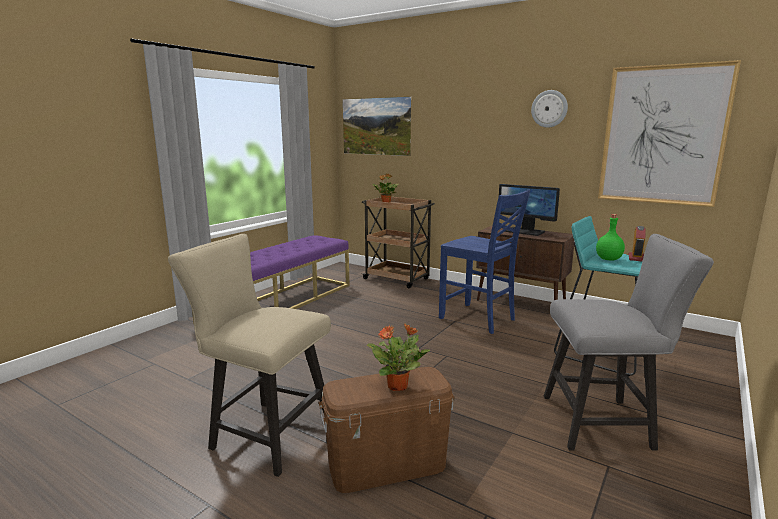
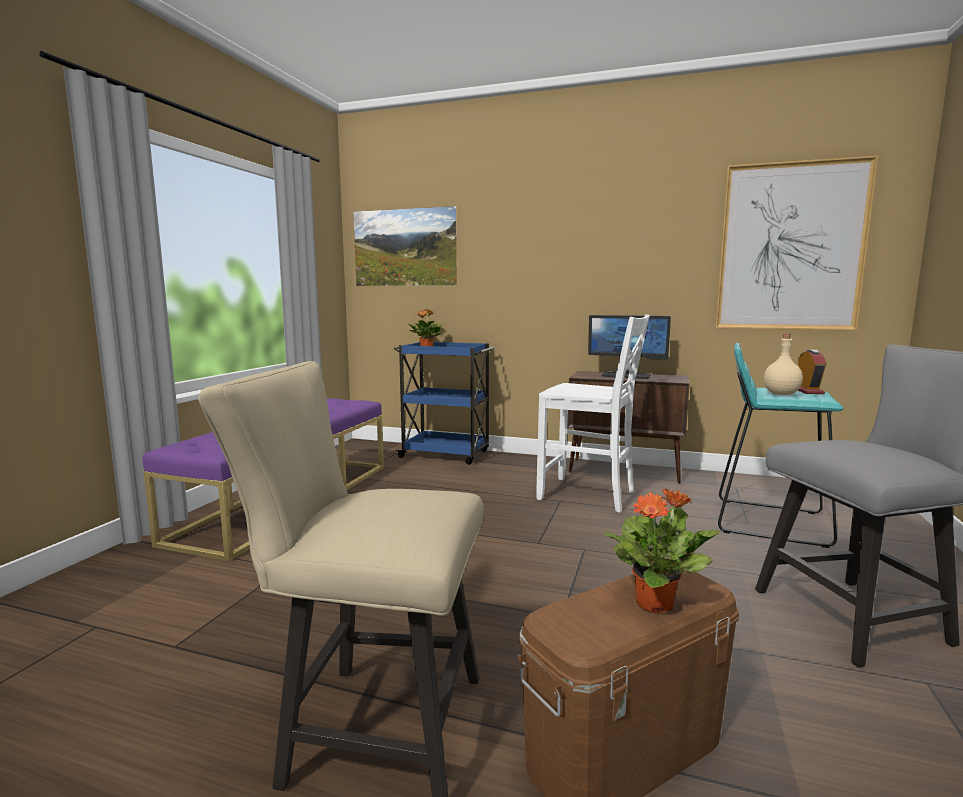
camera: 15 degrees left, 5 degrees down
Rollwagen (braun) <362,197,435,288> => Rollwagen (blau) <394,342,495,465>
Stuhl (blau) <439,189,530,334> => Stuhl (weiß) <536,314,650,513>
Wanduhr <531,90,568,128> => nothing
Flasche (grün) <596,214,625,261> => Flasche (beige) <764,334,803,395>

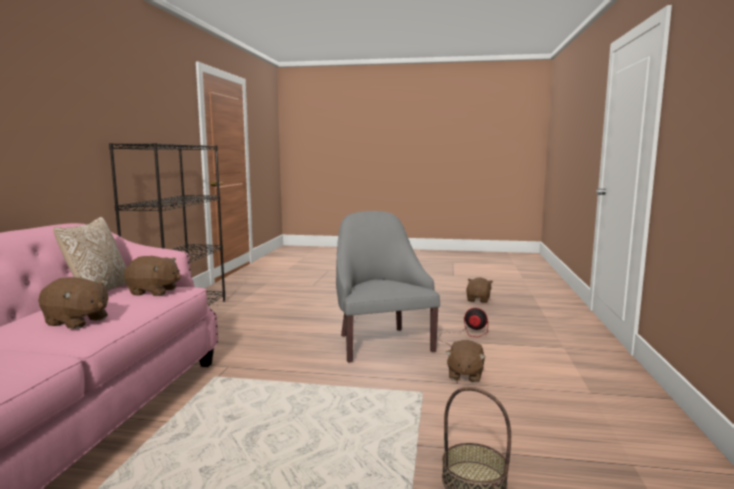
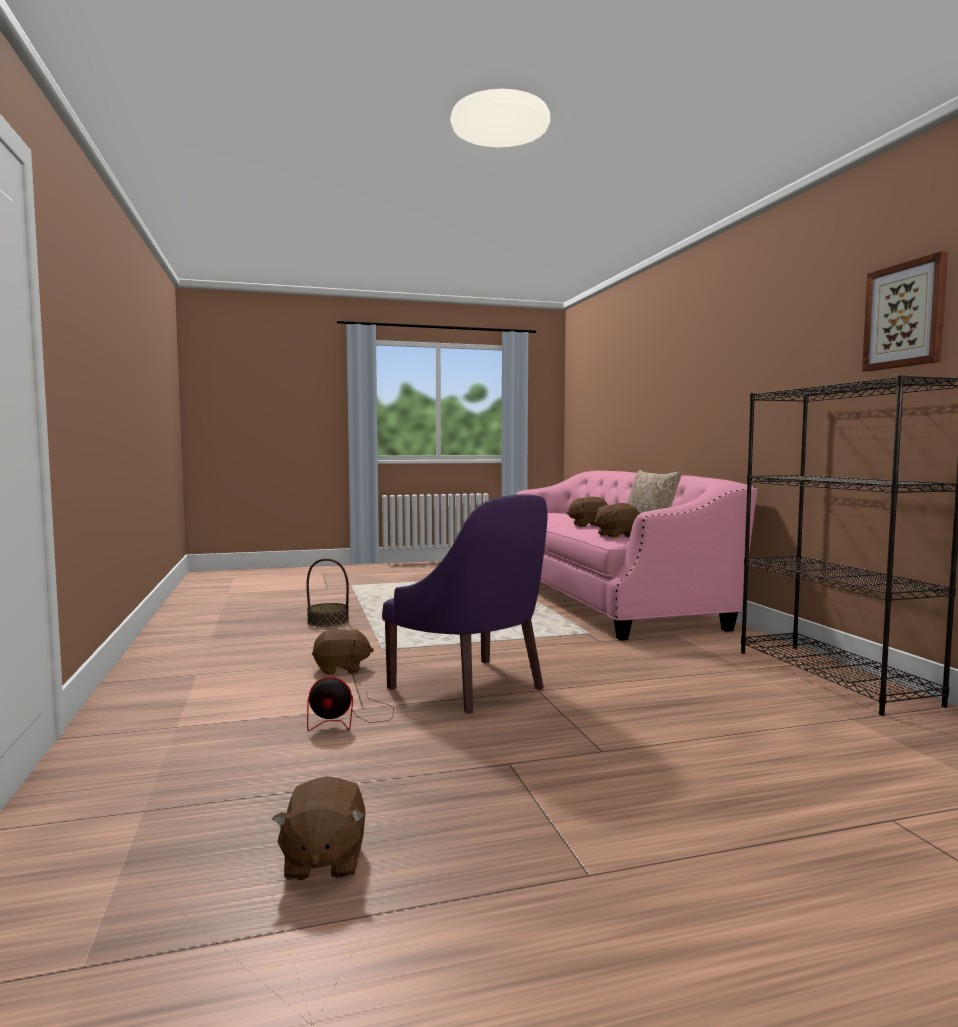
camera: 155 degrees right, 5 degrees down
Sessel (grau) <336,211,440,363> => Sessel (lila) <382,494,548,714>
Plüschtier (braun) <445,340,486,383> => Plüschtier (braun) <312,629,374,675>, 90 degrees clockwise
nothing => Bild <862,252,948,371>

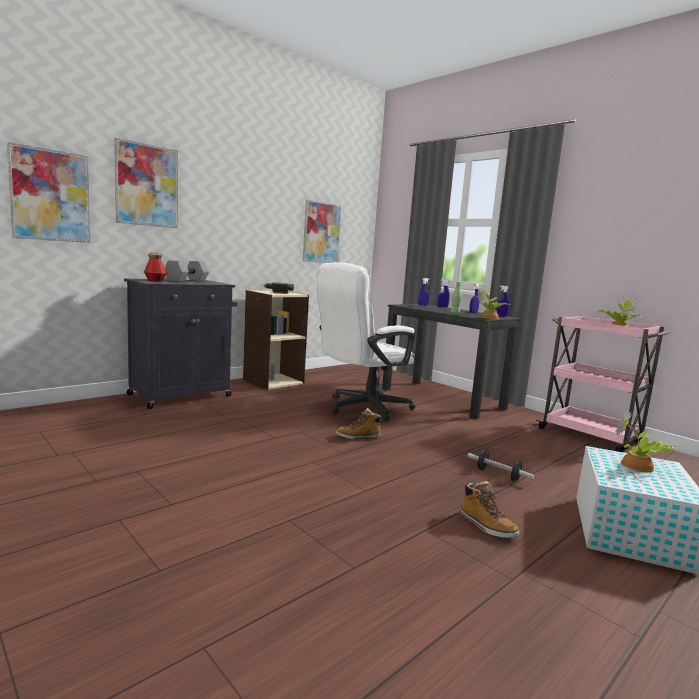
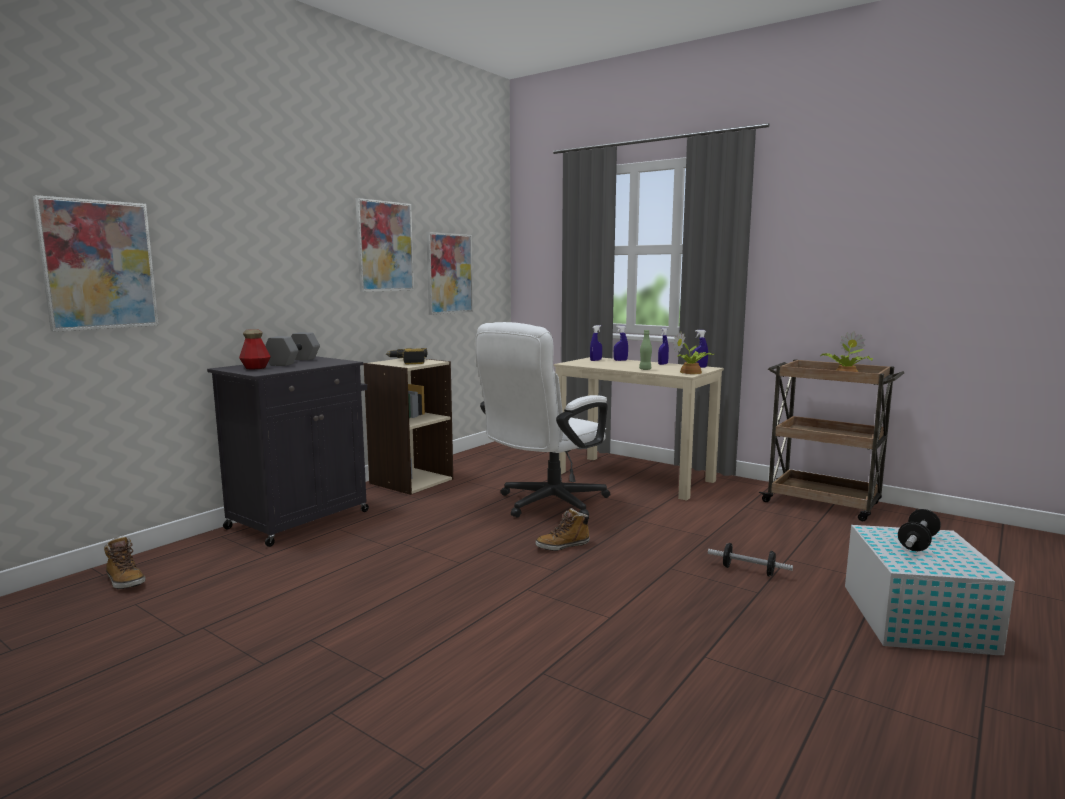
camera: 10 degrees left, 0 degrees up
Bild <114,137,178,228> => Bild <356,198,414,292>, relocated
Schreibtisch (schwarz) <382,304,521,420> => Schreibtisch (beige) <554,357,724,501>
Stiefel <460,481,520,538> => Stiefel <104,537,145,589>, relocated
Rollwagen (rosa) <536,316,672,452> => Rollwagen (braun) <759,359,904,521>
Topfpflanze <615,409,676,472> => Hantel <898,509,941,551>

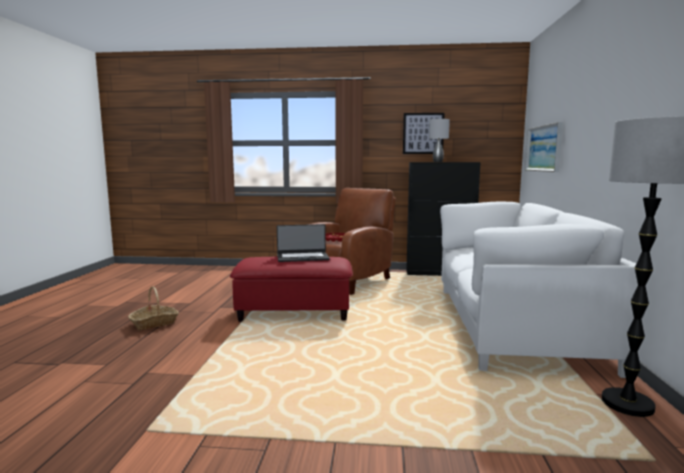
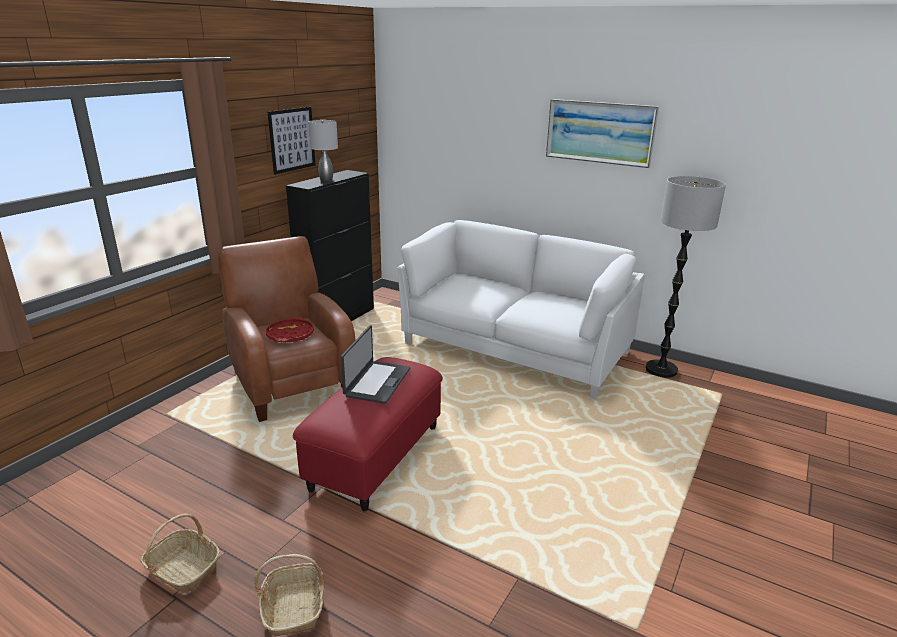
camera: 65 degrees left, 15 degrees up
Bild <525,122,563,172> => Bild <546,99,659,168>, relocated
nothing => Korb <140,514,221,593>

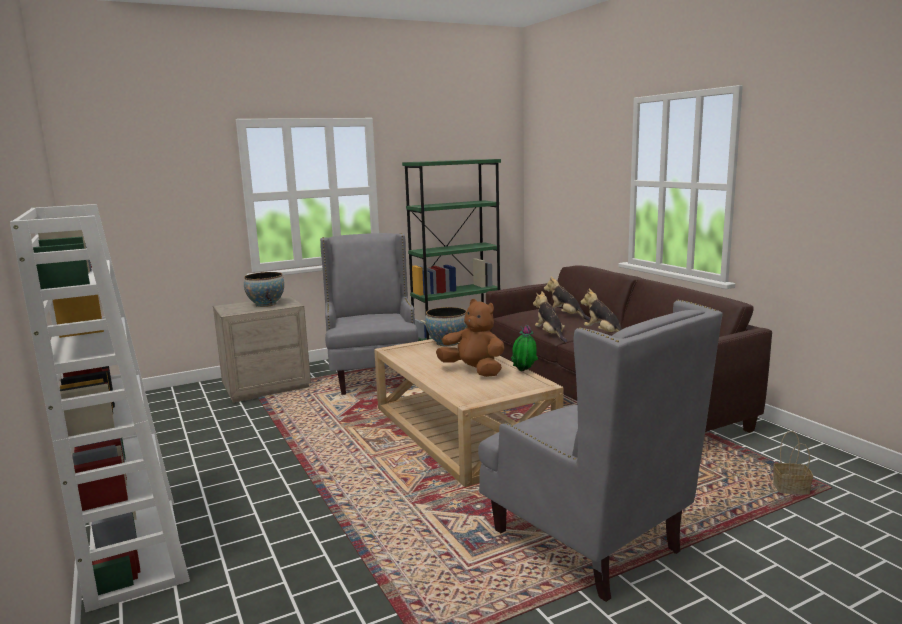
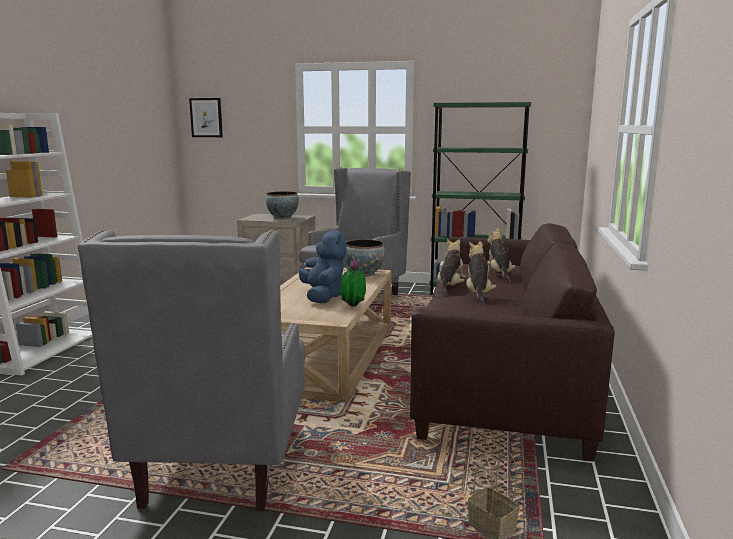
camera: 40 degrees right, 0 degrees up
Plüschtier (braun) <436,299,504,377> => Plüschtier (blau) <299,228,347,303>
nothing => Bild <189,98,223,137>

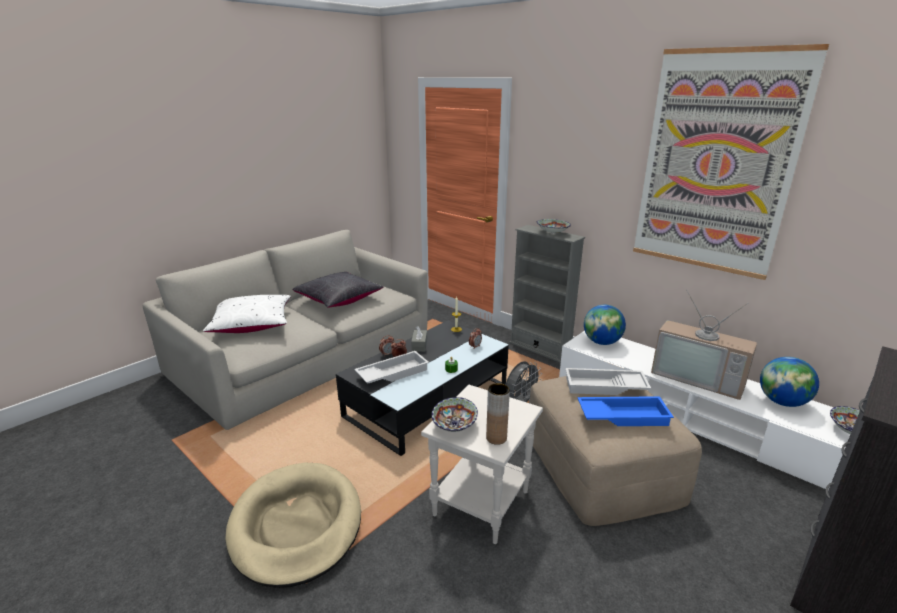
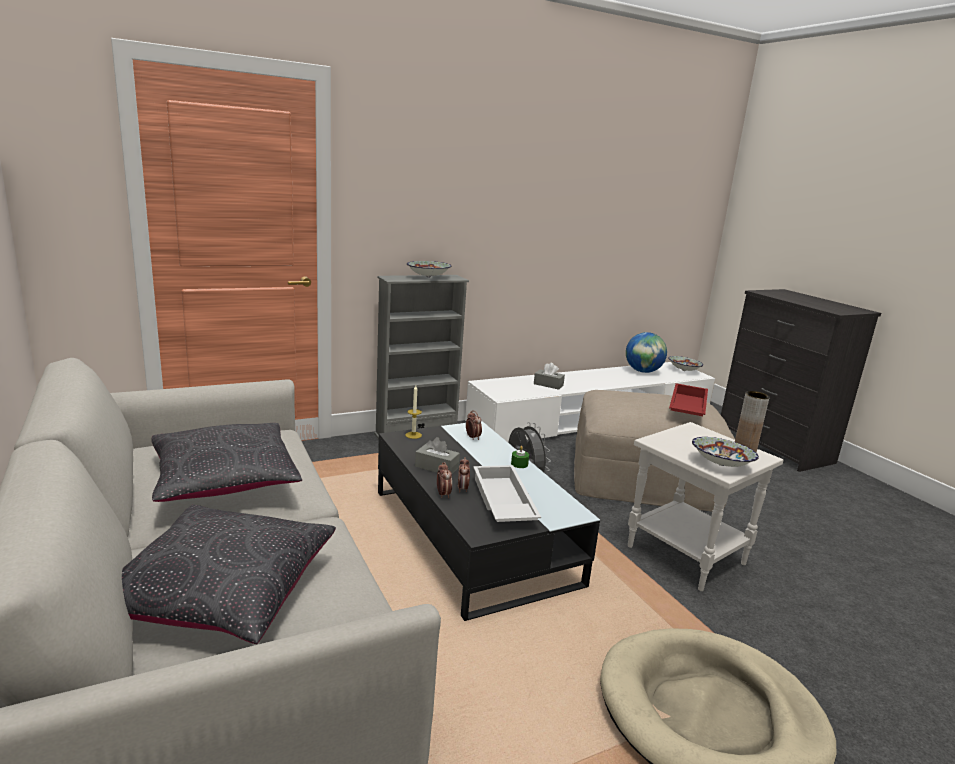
camera: 70 degrees left, 5 degrees down
Kissen (weiß) <203,295,291,333> => Kissen (schwarz) <122,505,336,644>
Tablett (weiß) <565,368,651,395> => nothing
Tablett (blau) <577,396,674,426> => Tablett (rot) <669,383,708,416>
Globus <584,305,626,345> => nothing
Bild <633,44,829,280> => nothing
Fernseher <651,290,757,400> => nothing
nothing => Taschentuchbox (grau) <534,363,565,390>

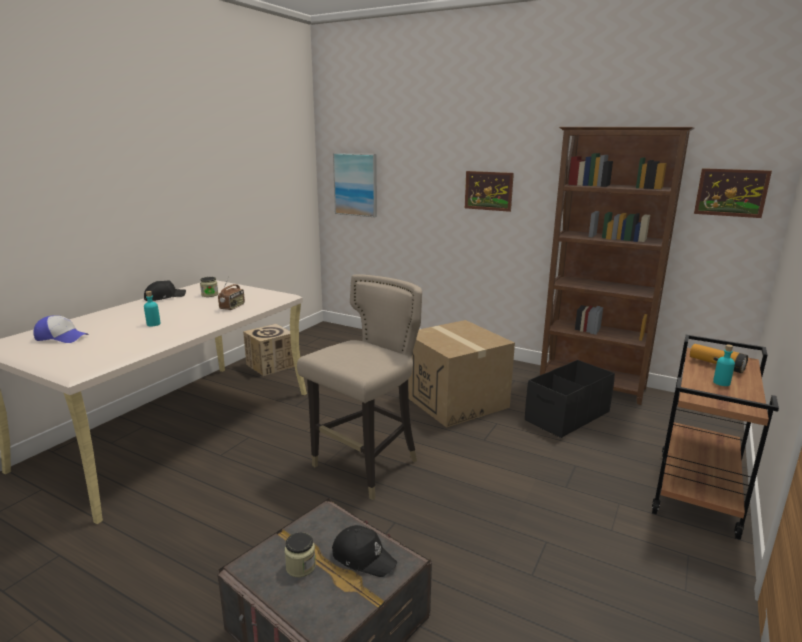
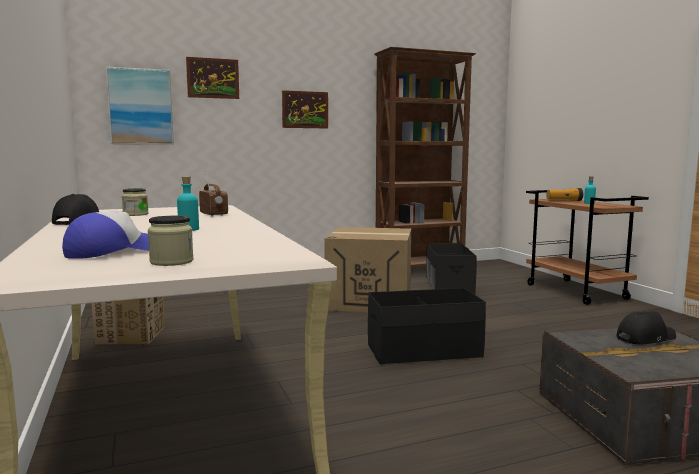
camera: 50 degrees left, 10 degrees down
Vorratsglas <284,532,316,577> => Vorratsglas <148,216,194,266>, relocated
Hocker (beige) <297,274,422,500> => Aufbewahrungsbox (schwarz) <368,288,486,364>
Bild <694,168,772,218> => Bild <186,57,239,99>, relocated

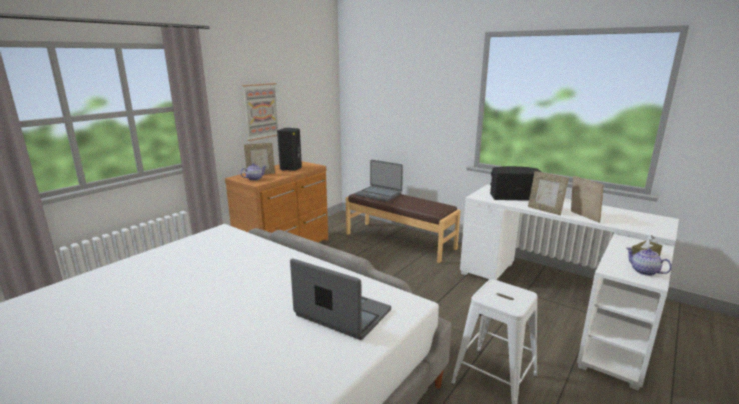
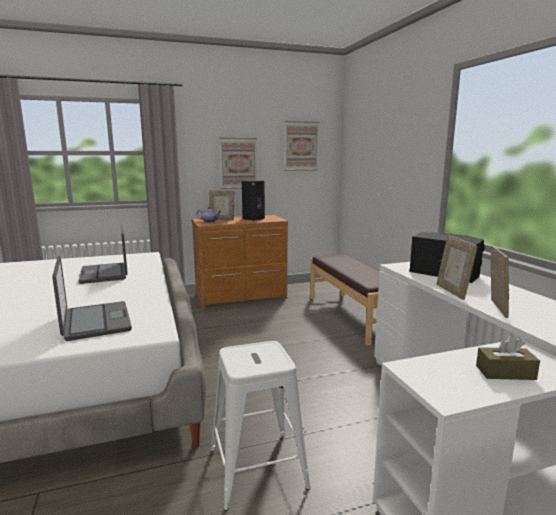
camera: 35 degrees right, 5 degrees down
Laptop <355,160,403,202> => Laptop <78,224,128,284>, relocated
Teekanne <626,247,672,276> => nothing
nothing => Bild <284,121,319,171>

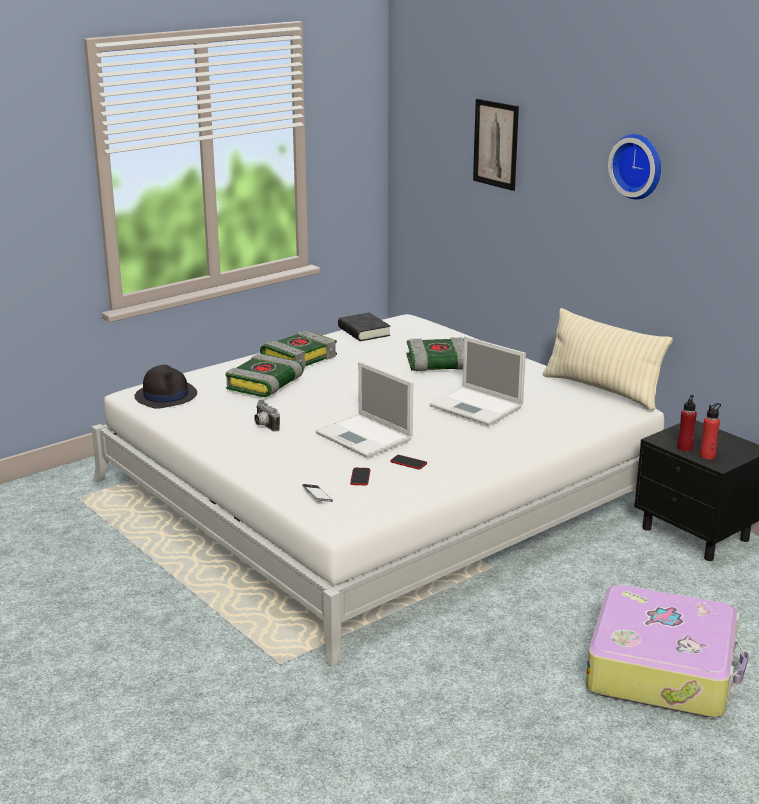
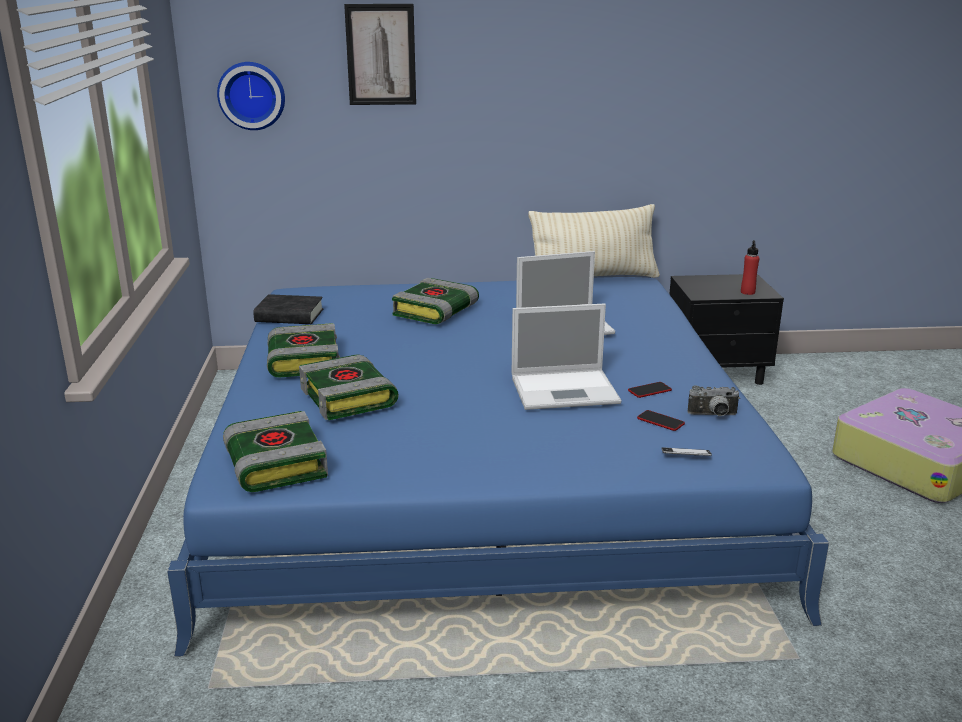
camera: 55 degrees left, 0 degrees up
Bett (weiß) <91,314,664,667> => Bett (blau) <167,277,829,657>
Hut (schwarz) <134,365,197,409> => Buch <223,411,328,492>
Kamera <254,400,280,431> => Kamera <688,386,740,416>, relocated
Wanduhr <608,134,661,200> => Wanduhr <217,62,285,130>, relocated
Flasche (rot) <677,395,697,452> => nothing

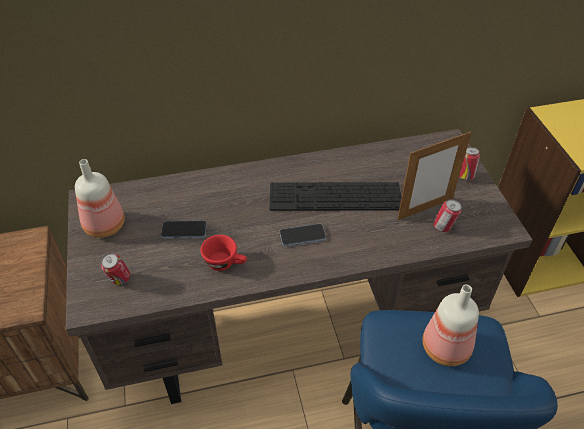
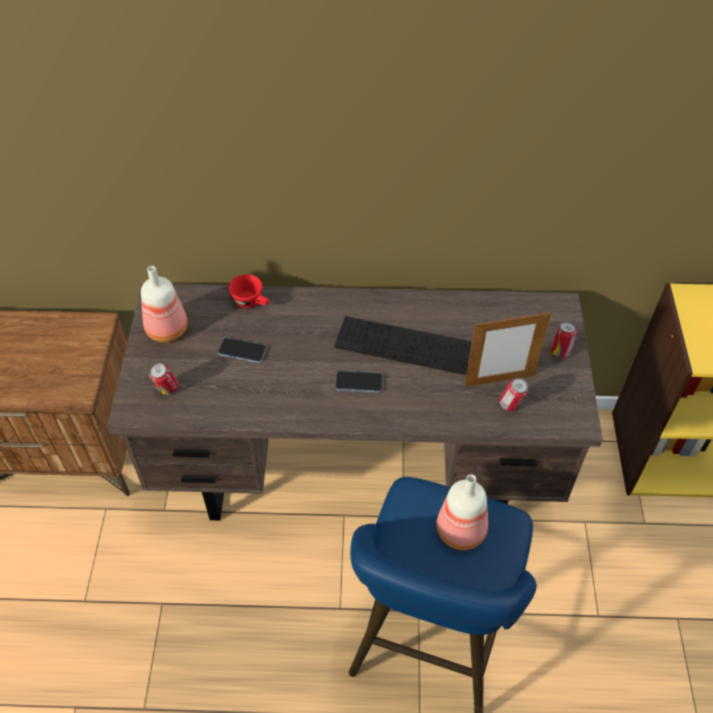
camera: 15 degrees right, 5 degrees up
Tasse (rot) <200,235,247,271> => Tasse (rot) <229,274,269,308>, relocated

